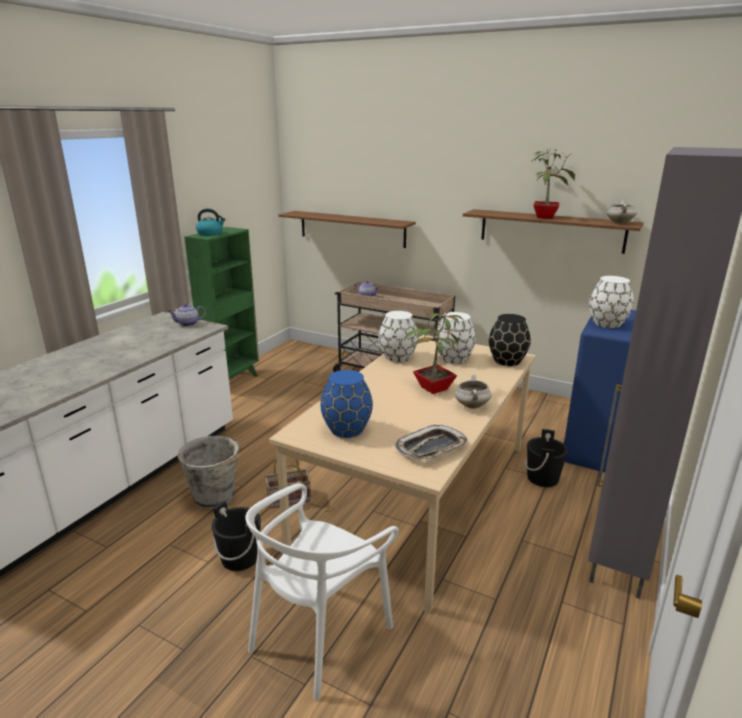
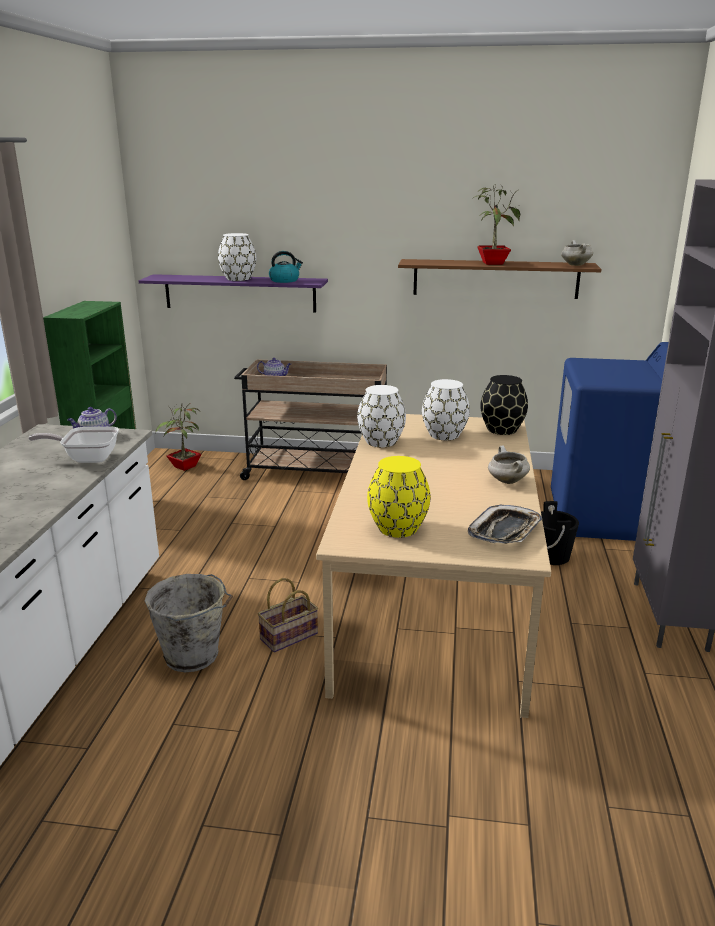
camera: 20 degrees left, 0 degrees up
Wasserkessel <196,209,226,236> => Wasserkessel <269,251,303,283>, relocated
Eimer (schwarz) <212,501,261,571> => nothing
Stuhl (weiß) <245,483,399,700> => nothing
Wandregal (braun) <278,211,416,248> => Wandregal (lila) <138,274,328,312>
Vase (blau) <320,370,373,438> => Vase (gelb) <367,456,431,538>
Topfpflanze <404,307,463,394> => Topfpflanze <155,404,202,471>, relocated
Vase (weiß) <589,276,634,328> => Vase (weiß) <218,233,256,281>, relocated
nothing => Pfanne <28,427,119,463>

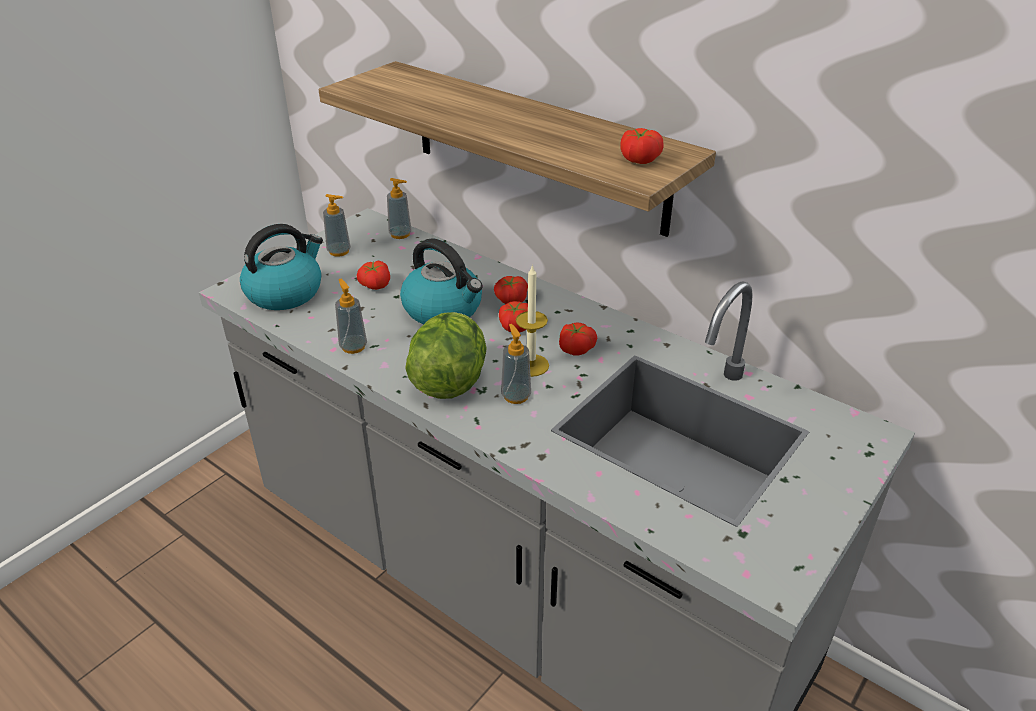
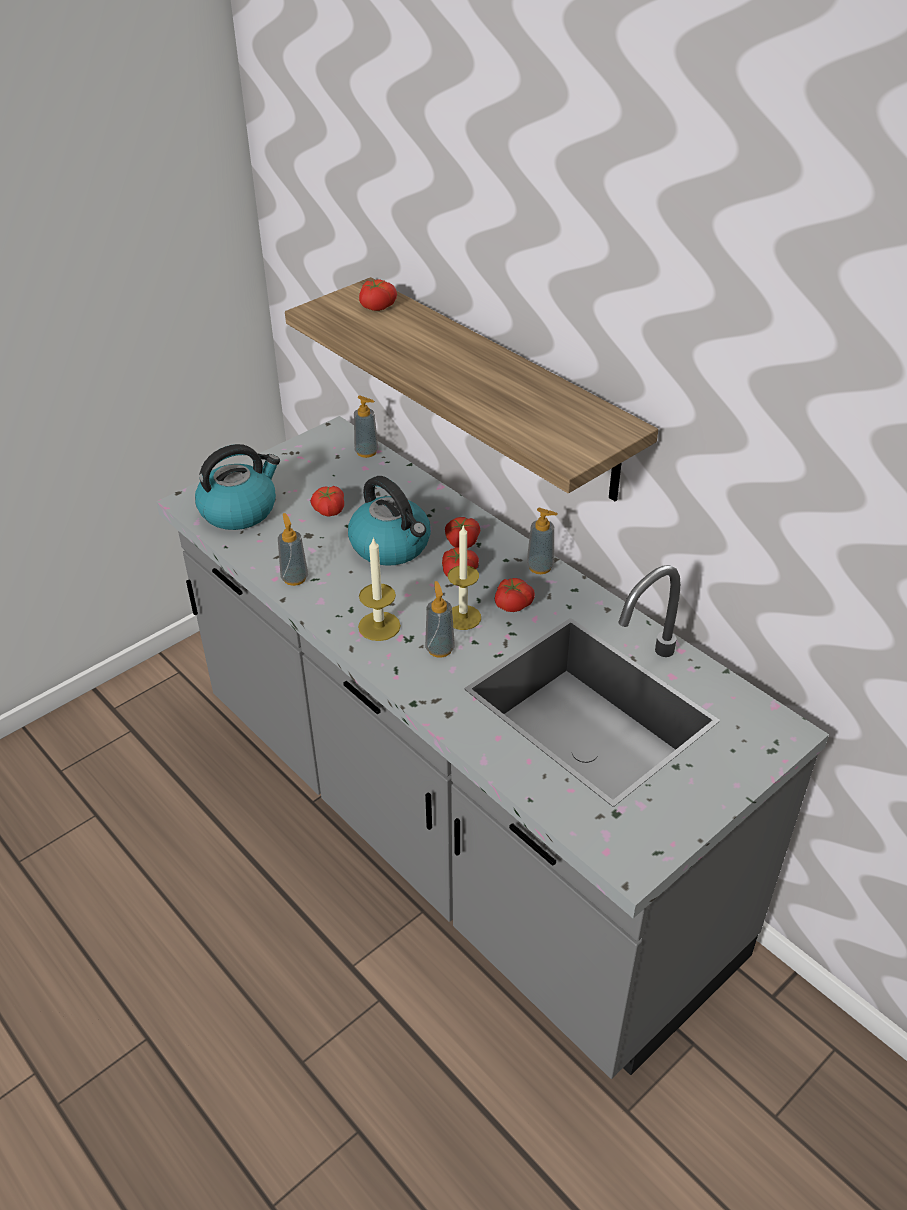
camera: 10 degrees right, 5 degrees up
Seifenspender <323,194,351,257> => Seifenspender <527,508,558,574>, relocated
Salatkopf <405,312,487,399> => Kerze <358,537,401,641>
Tomate <620,128,664,164> => Tomate <359,280,397,311>, relocated

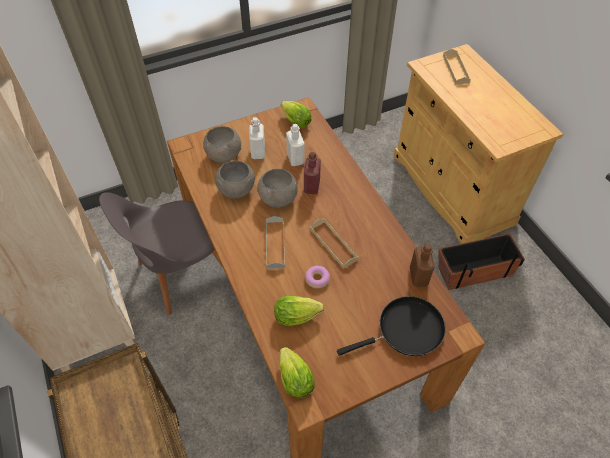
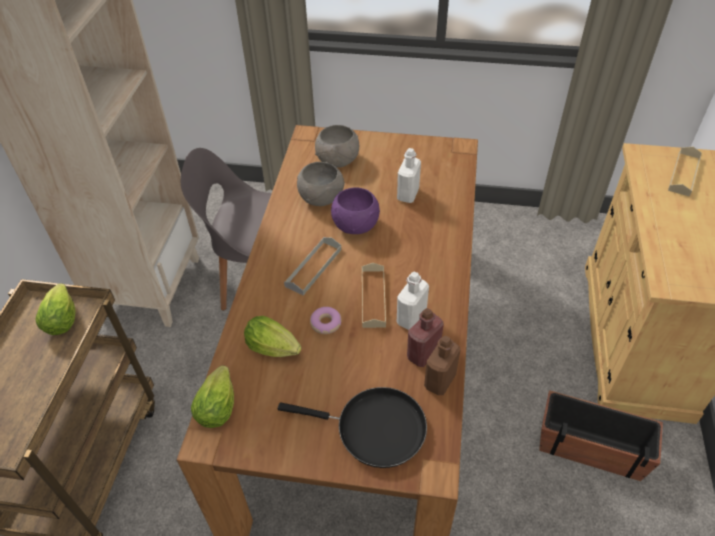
camera: 35 degrees right, 5 degrees down
Flasche (weiß) <249,117,265,159> => Flasche (weiß) <397,271,429,330>, relocated
Schüssel (grau) <257,169,298,208> => Schüssel (lila) <331,187,380,234>
Salatkopf <281,101,312,128> => Salatkopf <35,283,76,335>, relocated
Flasche (rot) <304,152,321,194> => Flasche (rot) <407,308,444,367>, relocated

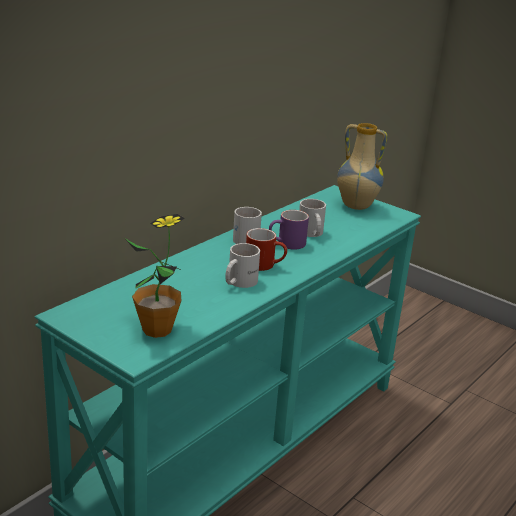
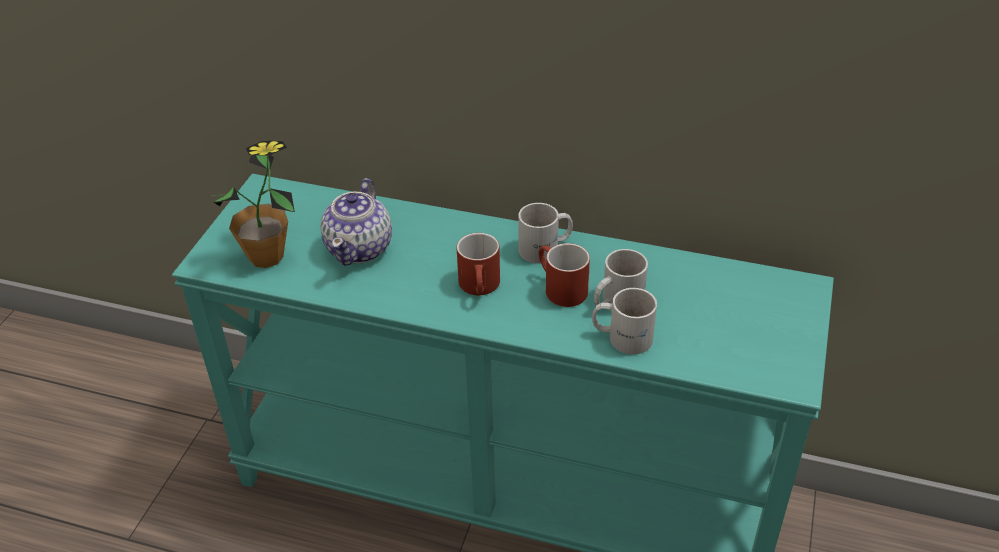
camera: 70 degrees right, 15 degrees up
Henkelbecher (weiß) <225,243,260,288> => Henkelbecher (weiß) <592,288,657,355>, relocated
Henkelbecher (lila) <269,210,309,250> => Henkelbecher (rot) <539,243,590,307>
Vase <337,123,387,210> => nothing
nothing => Teekanne <321,178,392,266>

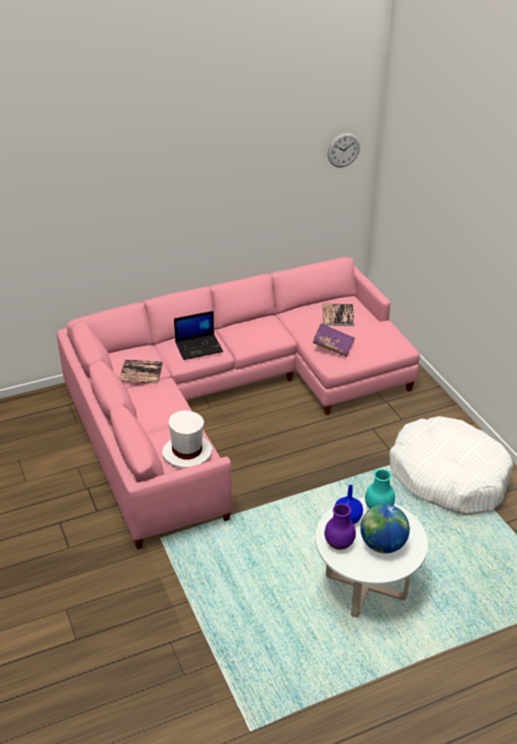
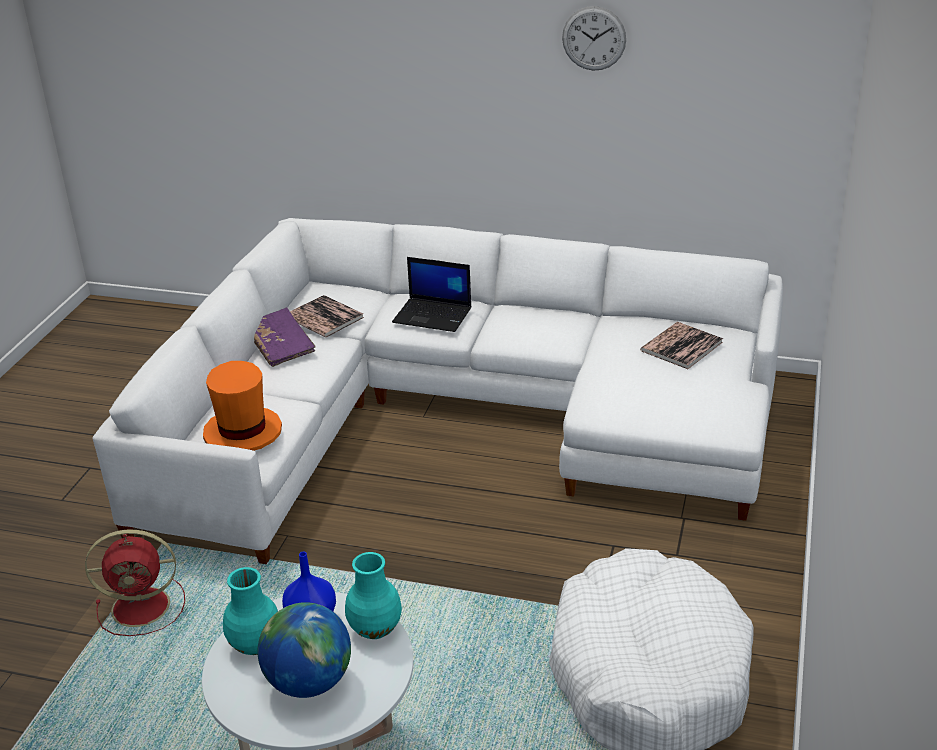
camera: 40 degrees right, 5 degrees down
Sofa (rosa) <57,257,420,549> => Sofa (weiß) <93,218,783,564>
Hut (weiß) <162,410,212,469> => Hut (orange) <203,361,282,451>
Buch (lila) <313,323,355,357> => Buch (lila) <254,307,316,367>, relocated
Vase (lila) <324,503,356,550> => Vase (türkis) <223,567,278,655>
Wanduhr <327,133,360,167> => Wanduhr <562,6,626,71>, relocated
nothing => Ventilator (rot) <85,530,185,636>

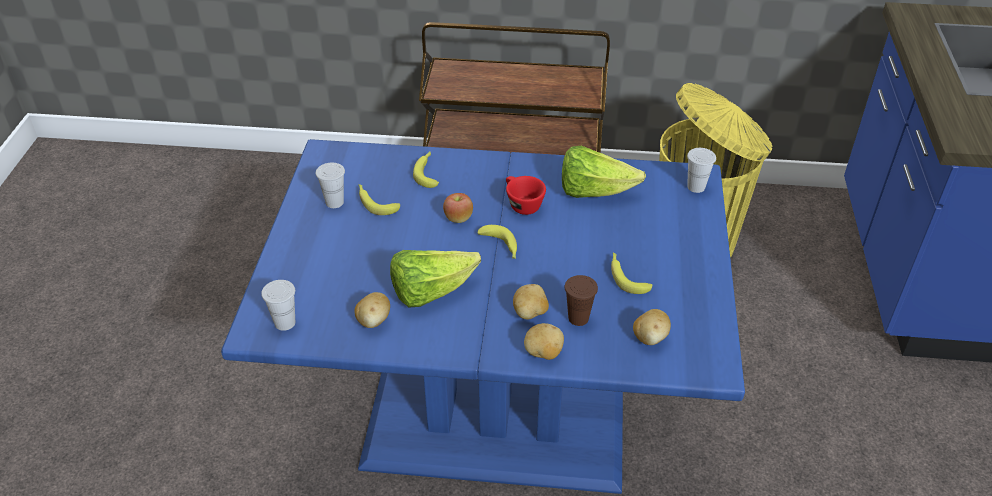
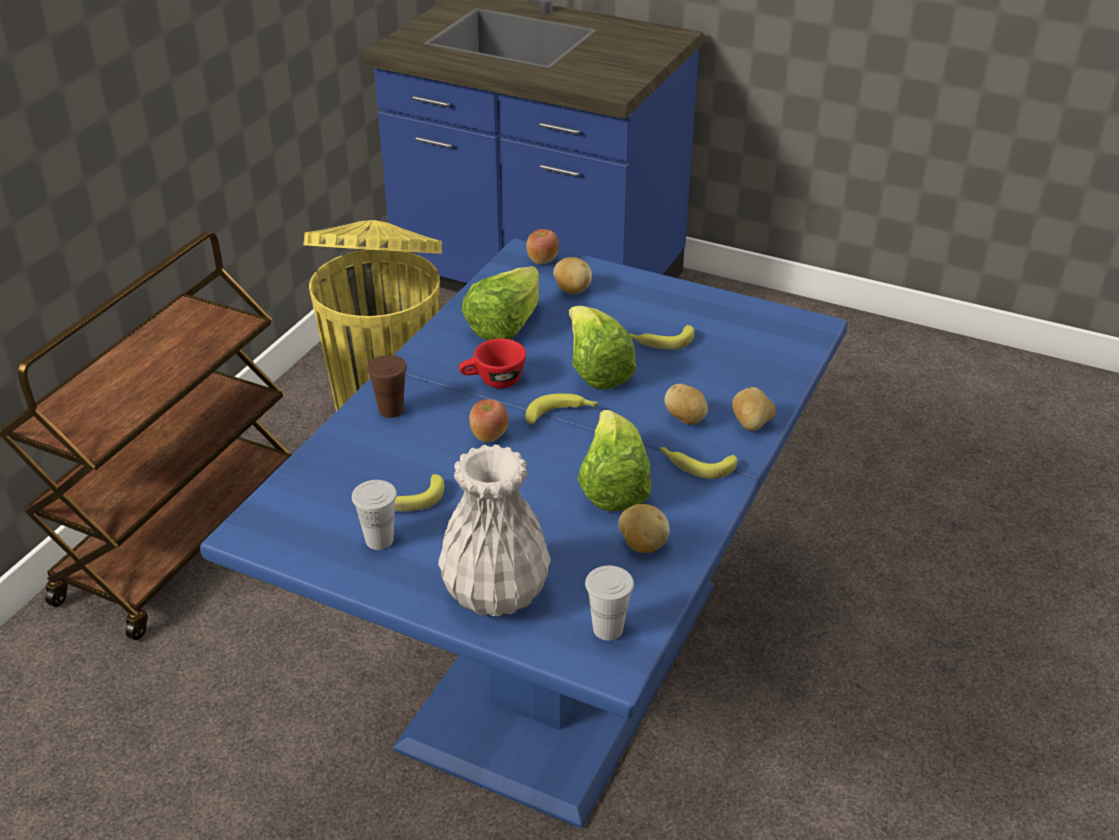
camera: 70 degrees left, 5 degrees down
Banane <413,151,439,188> => Banane <659,447,738,479>, relocated
Tasse (braun) <565,275,598,326> => Tasse (braun) <367,355,407,418>, relocated
Kartoffel <633,309,671,345> => Kartoffel <553,257,592,294>, relocated
Tasse (weiß) <687,148,716,193> => Apfel <526,229,559,264>
nothing => Vase (weiß) <438,445,551,617>
nothing => Salatkopf <569,306,636,390>

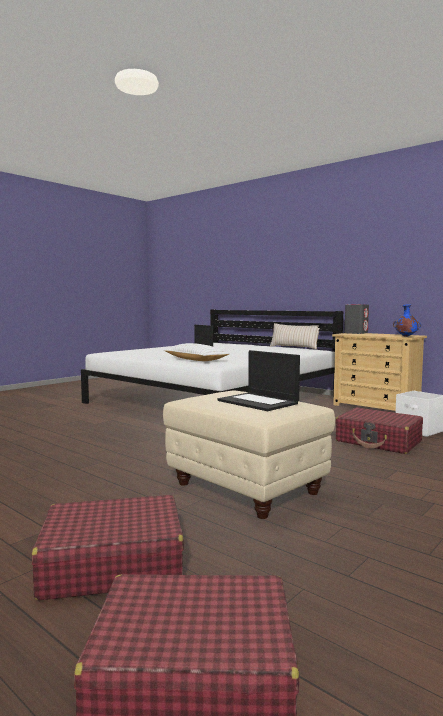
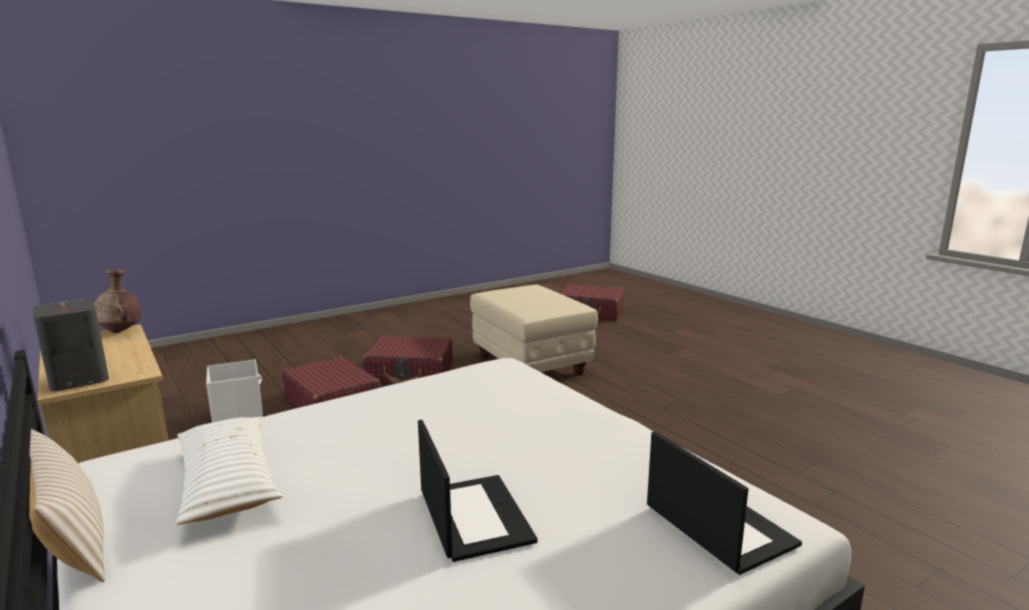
camera: 165 degrees left, 10 degrees up
Koffer (rot) <32,495,184,600> => Koffer (rot) <363,336,453,384>, relocated
Kissen (weiß) <164,343,230,361> => Kissen (weiß) <176,417,283,525>, relocated
Laptop <217,350,300,411> => Laptop <647,431,802,575>, relocated
Vase (blau) <393,304,421,337> => Vase (braun) <94,270,141,333>

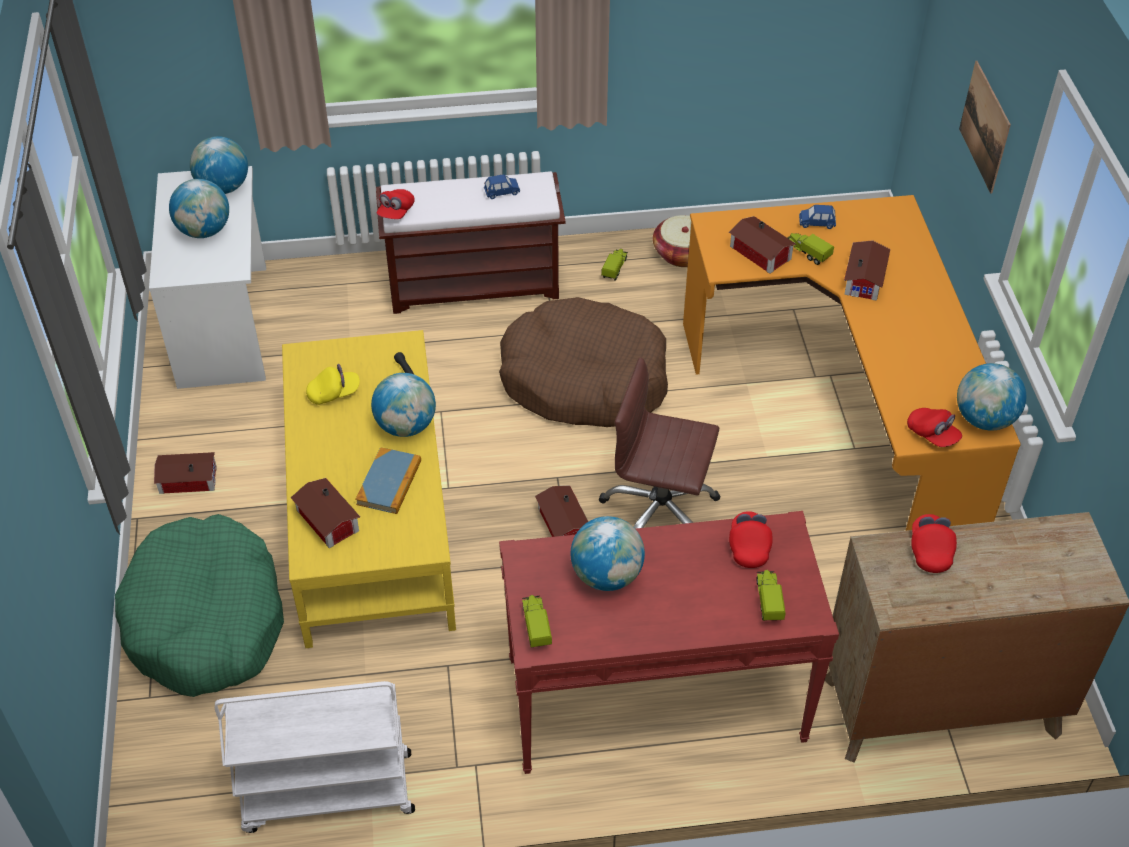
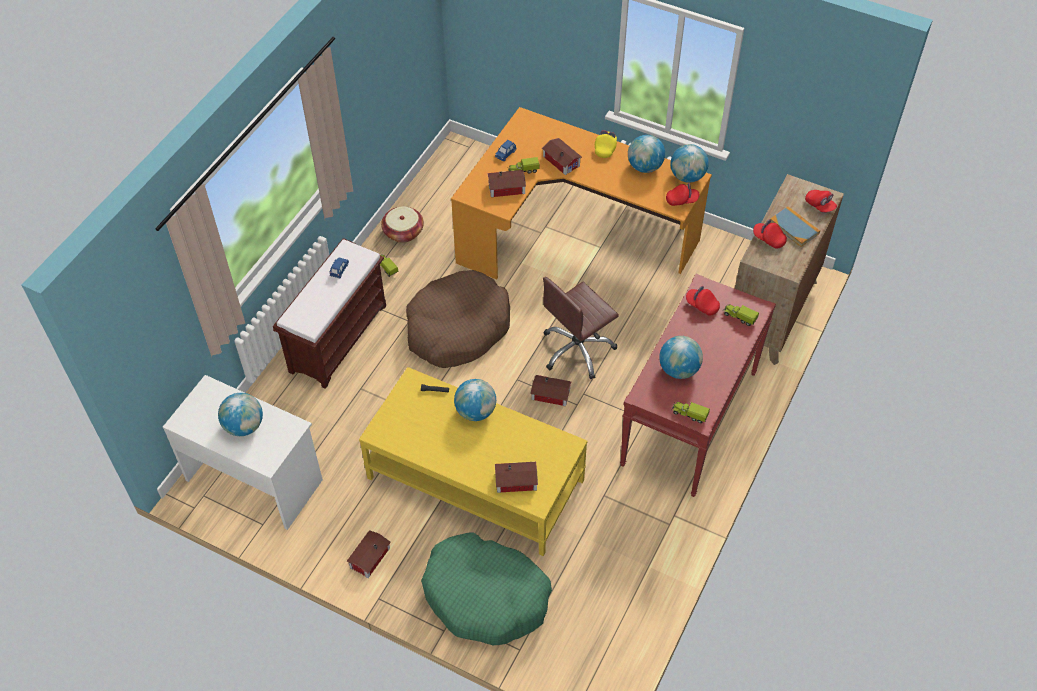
camera: 55 degrees left, 5 degrees up
Globus <190,136,248,194> => Globus <628,135,665,173>, relocated
Rollwagen (weiß) <215,681,415,833> => nothing
Kappe (gelb) <306,364,360,405> => Kappe (gelb) <595,130,617,158>, relocated
Buch <355,447,421,514> => Buch <770,206,820,247>, relocated
Kappe (rot) <377,189,415,219> => Kappe (rot) <805,190,837,213>, relocated
Bild <959,61,1011,194> => nothing

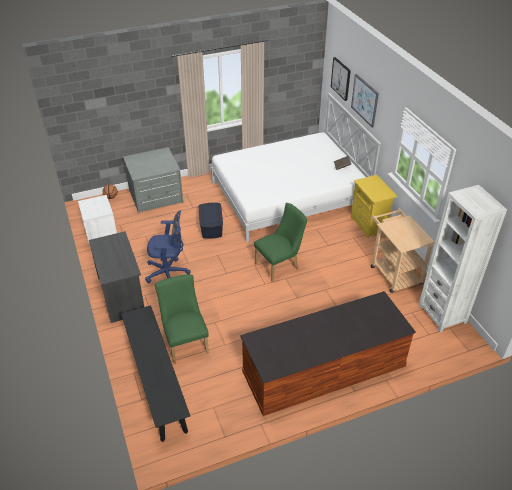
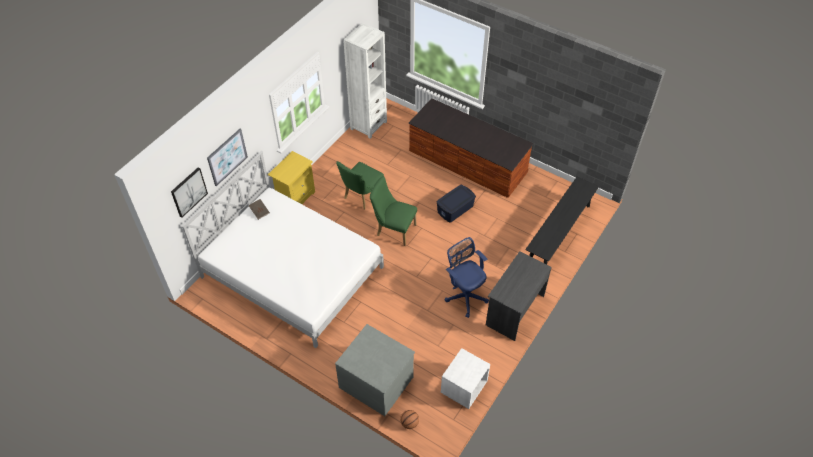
camera: 125 degrees left, 10 degrees up
Stuhl (grün) <155,274,209,364> => Stuhl (grün) <336,161,384,209>, relocated
Aufbewahrungsbox (blau) <199,203,223,239> => Aufbewahrungsbox (blau) <437,185,476,223>, relocated
Rollwagen (beige) <371,208,435,293> => nothing

